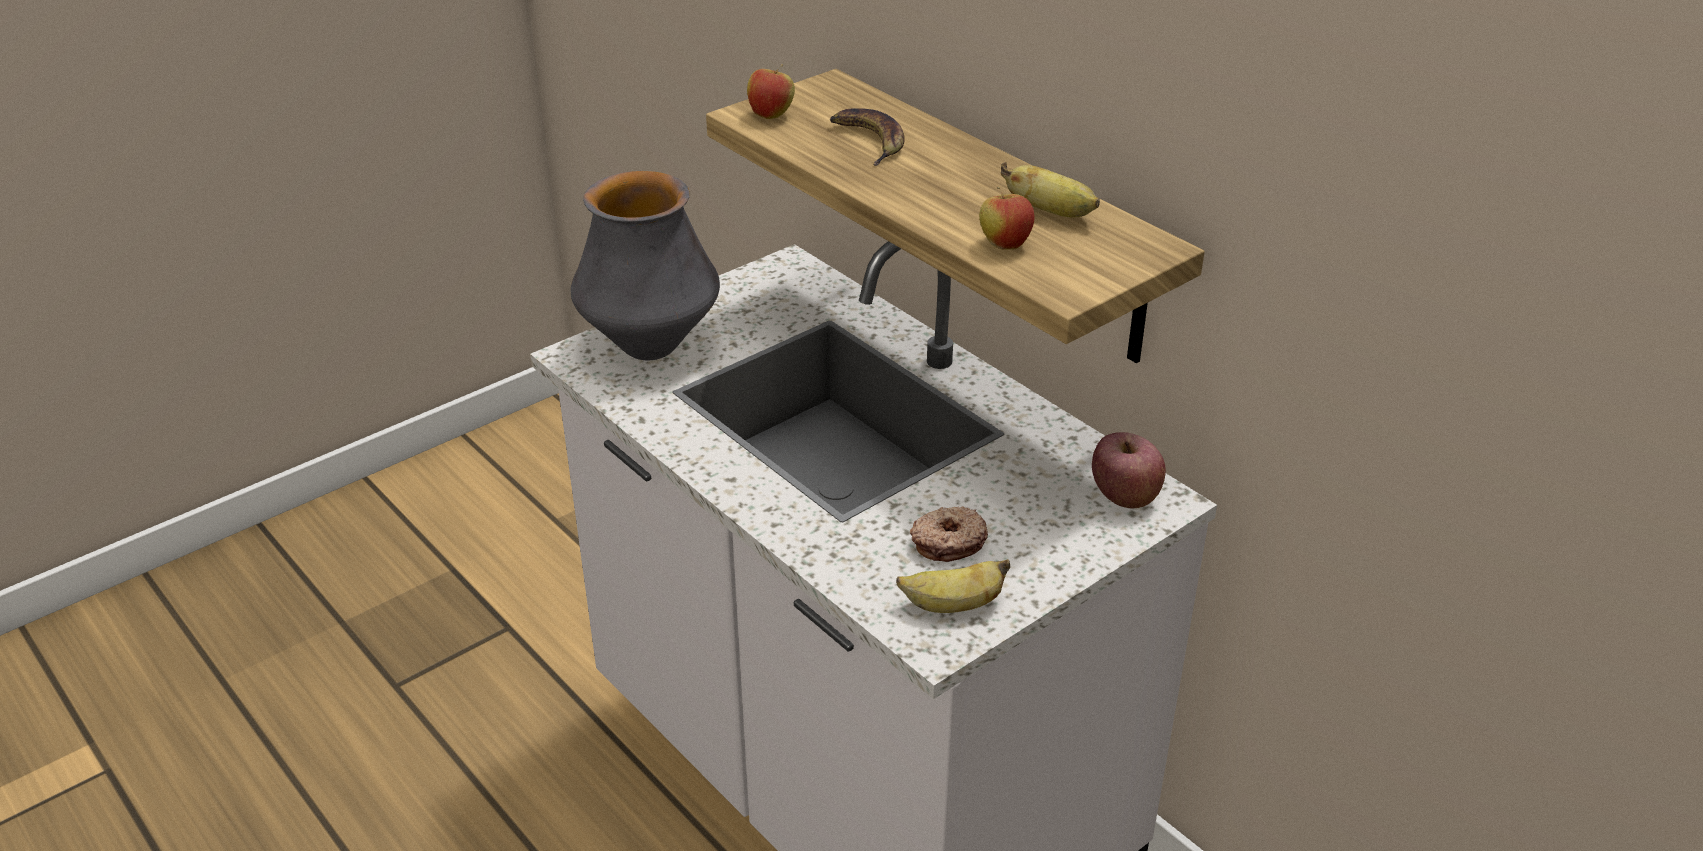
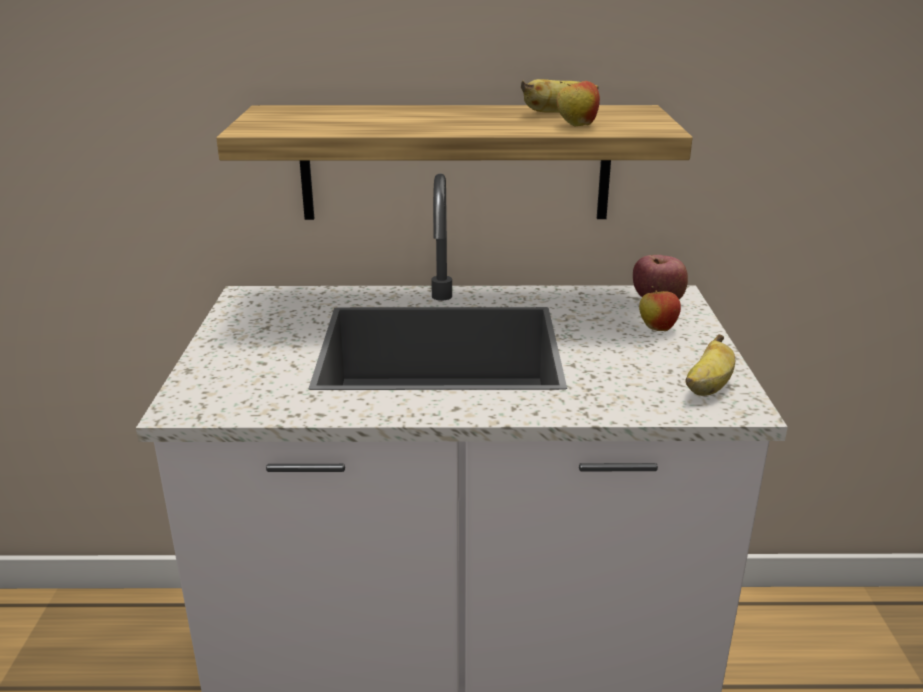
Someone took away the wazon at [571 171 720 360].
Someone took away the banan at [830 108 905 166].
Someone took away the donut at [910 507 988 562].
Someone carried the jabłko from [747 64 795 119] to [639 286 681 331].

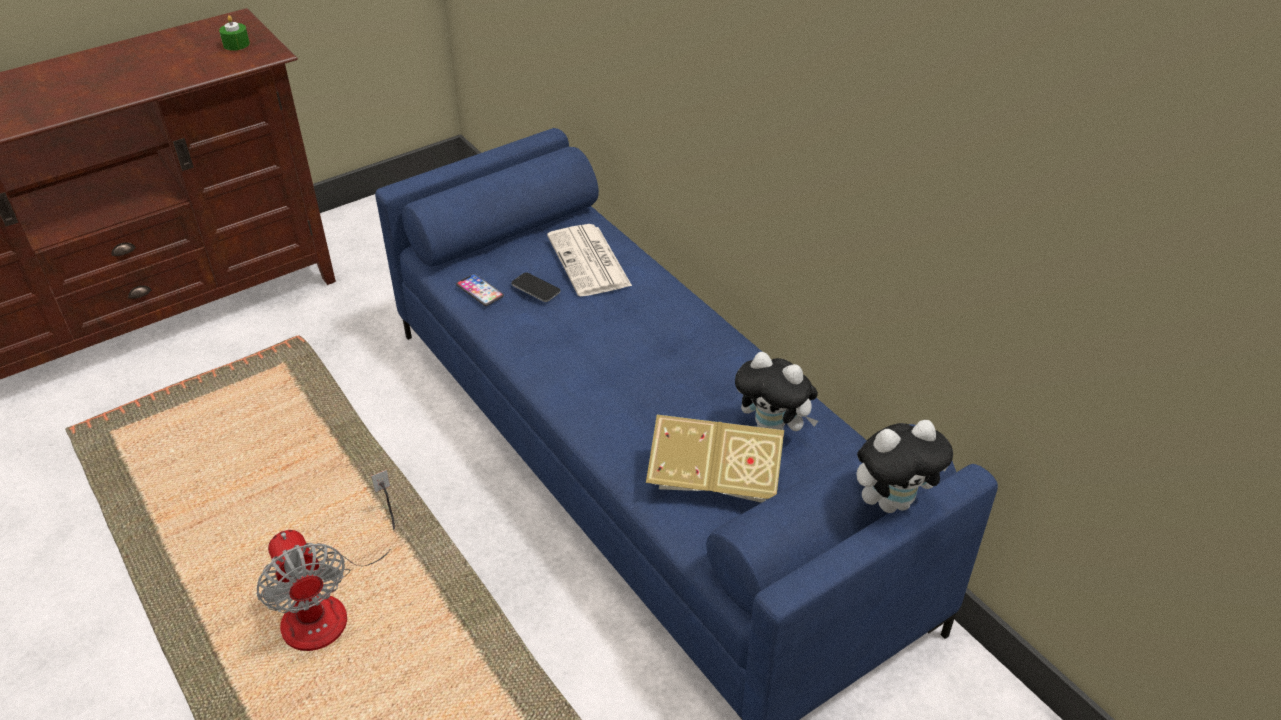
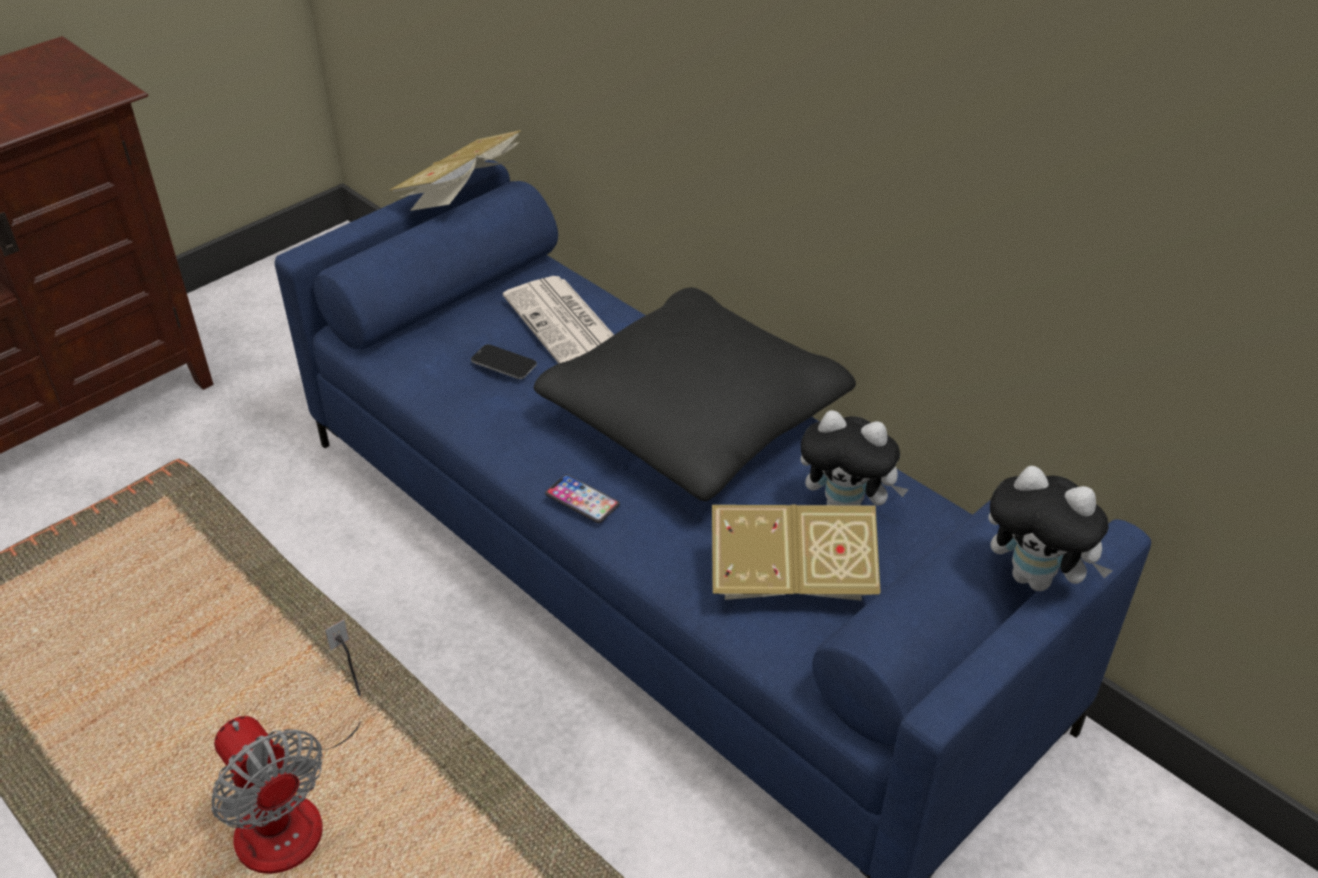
Someone took away the świeca/zielony at [219 15 250 51].
Someone put down the książka at [389 130 521 211].
Someone put down the poduszka/czarny at [534 287 856 501].
Someone carried the telefon from [456 274 504 306] to [545 474 620 523].
Someone rotated the pluszak at [856 420 953 513] by 60 degrees clockwise.

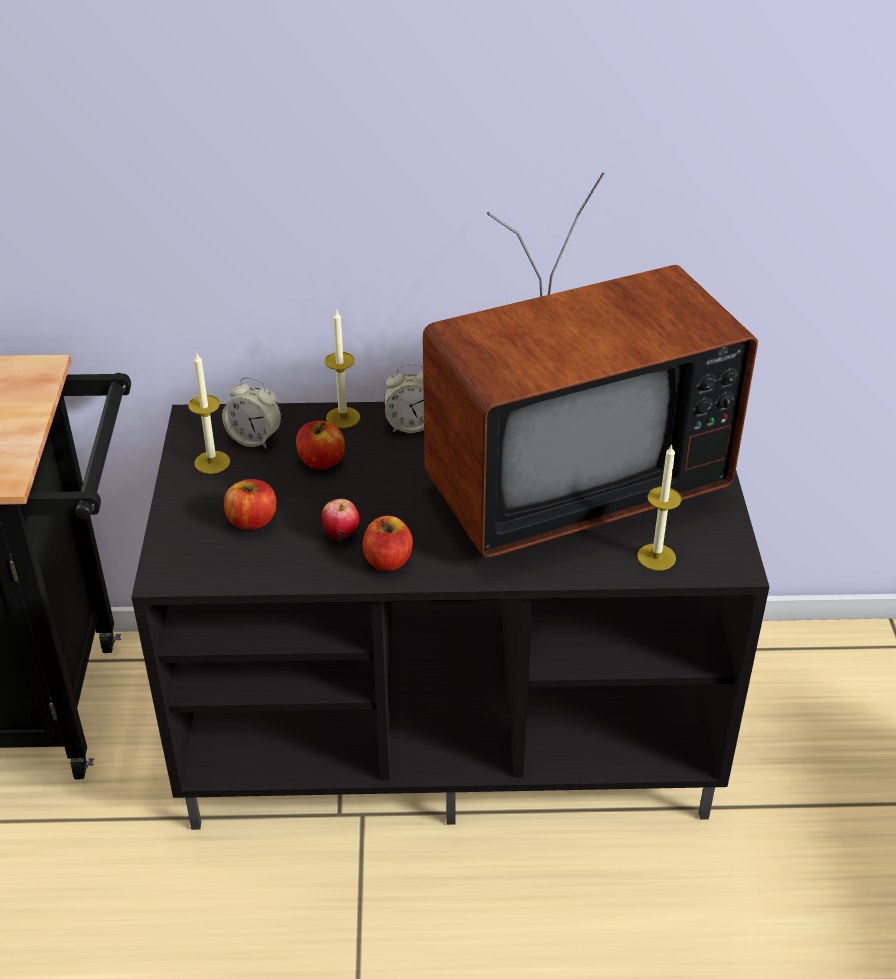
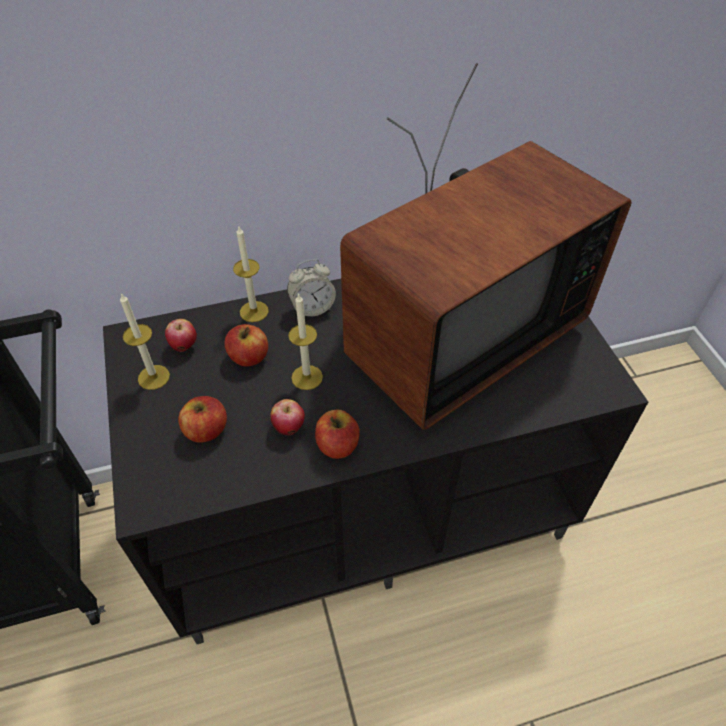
Someone carried the świeca from [637 444 682 570] to [288 293 323 390].
Someone swapped the budzik at [222 377 282 449] for the jabłko at [165 319 197 352].

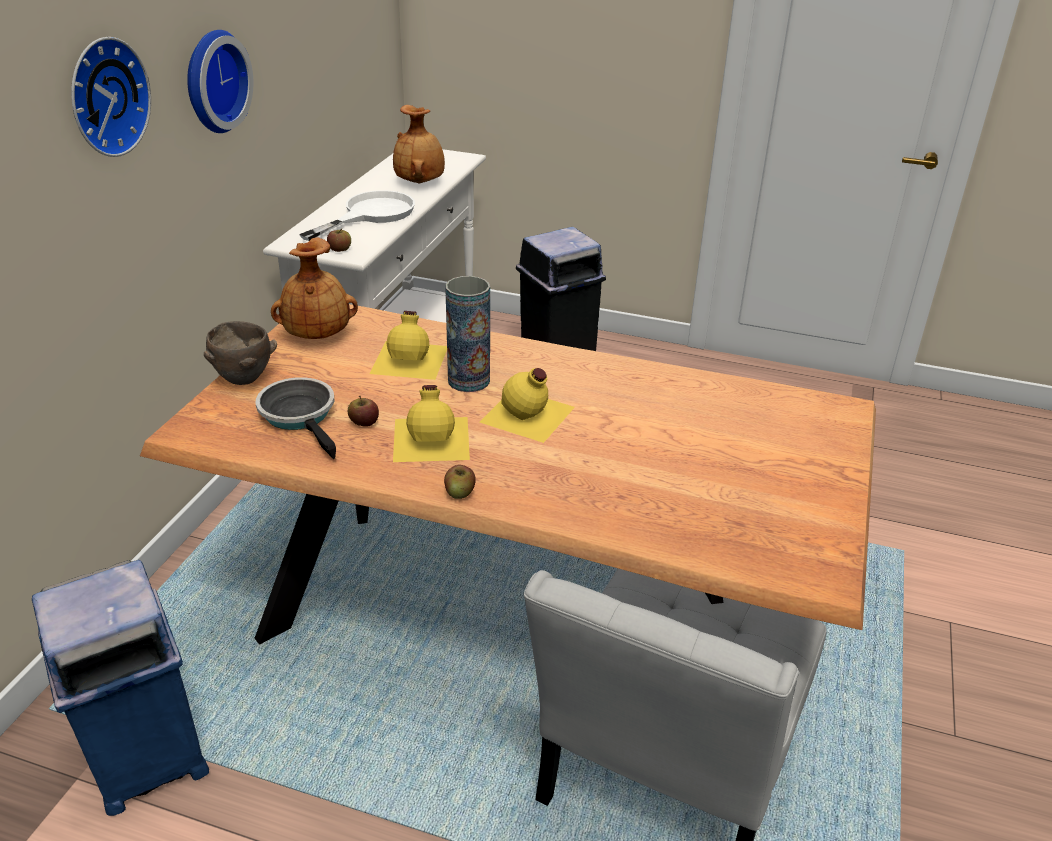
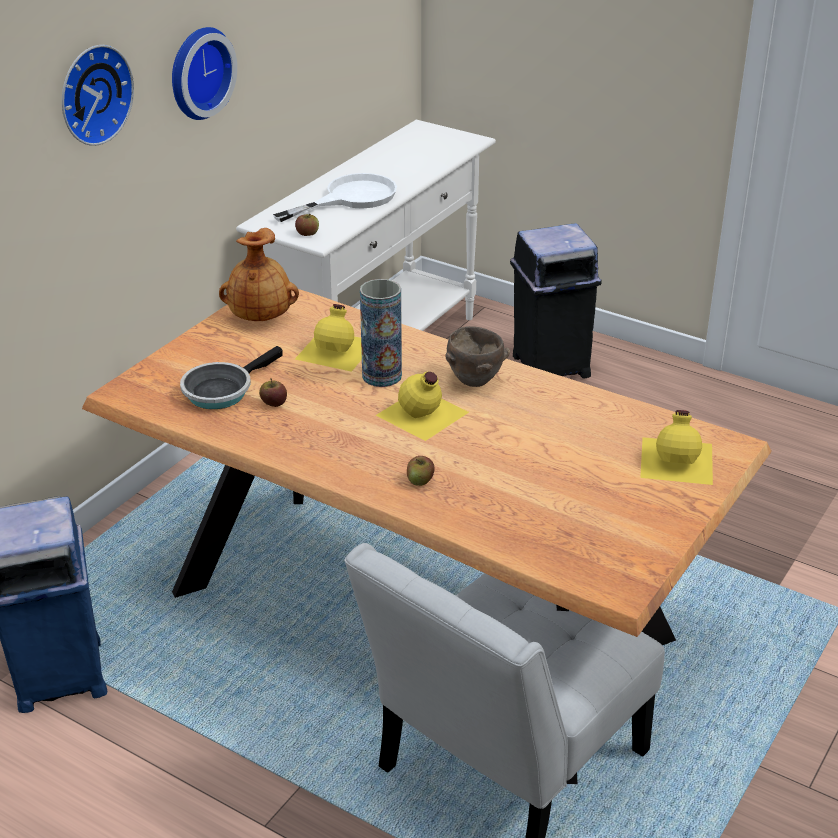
Someone took away the wazon/brązowy at [393 105 445 184].
Someone carried the miska/brązowy from [204 321 277 385] to [445 326 510 387].
Someone carried the butelka/żółty from [393 385 470 462] to [640 410 713 485].
Someone carried the jabłko from [444 465 476 499] to [407 456 435 486].
Someone rotated the patelnia at [255 377 336 459] by 120 degrees counterclockwise.

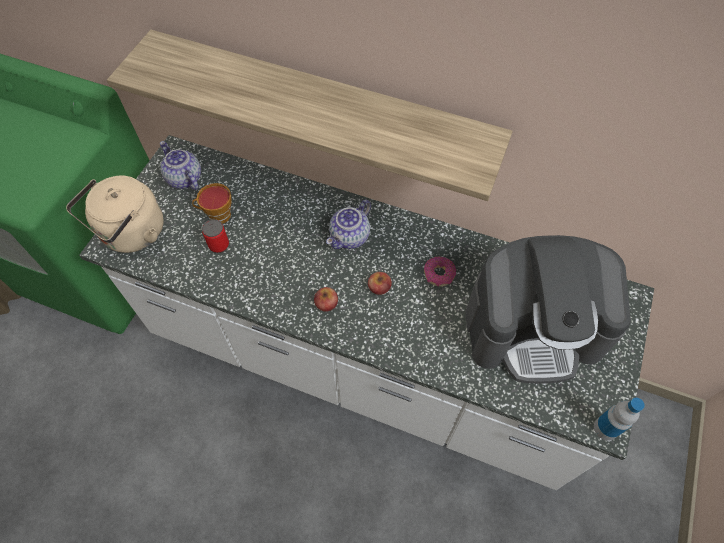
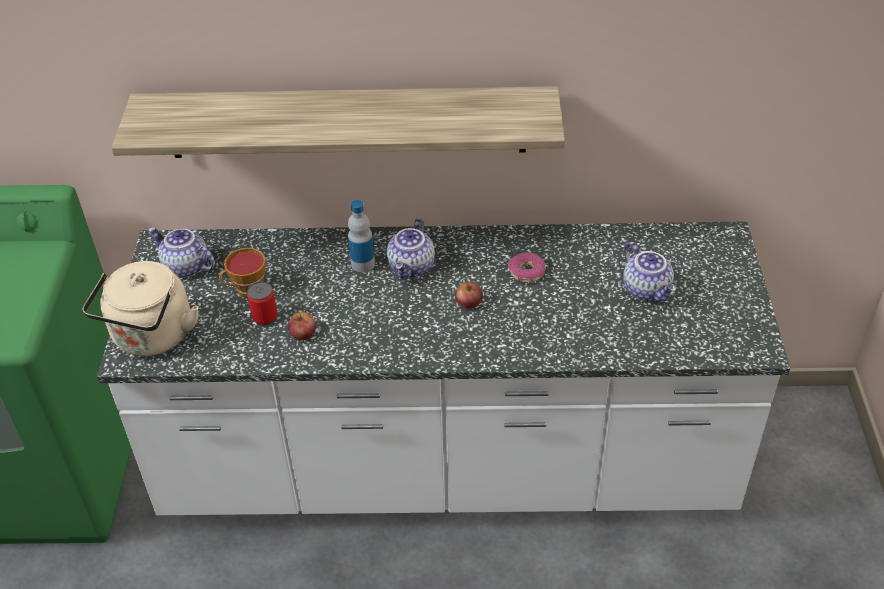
Someone carried the jabłko from [314 287 338 312] to [288 312 316 341].
Someone carried the butelka from [594 398 645 441] to [348 200 375 272].
Someone swapped the ekspres do kawy at [466 235 631 384] for the imbryk at [623 242 676 302].

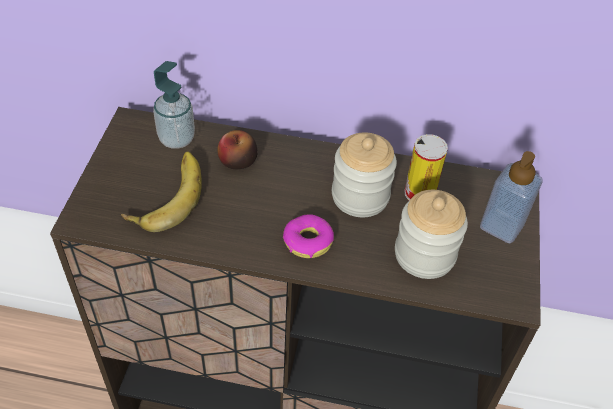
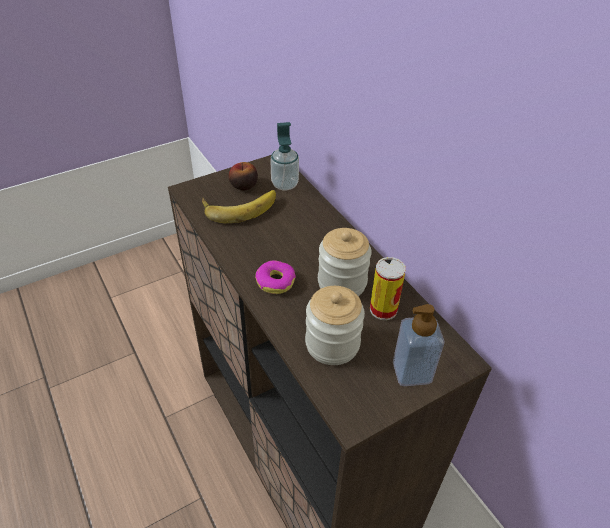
Someone carried the jabłko from [217 130 258 169] to [229 162 258 190].

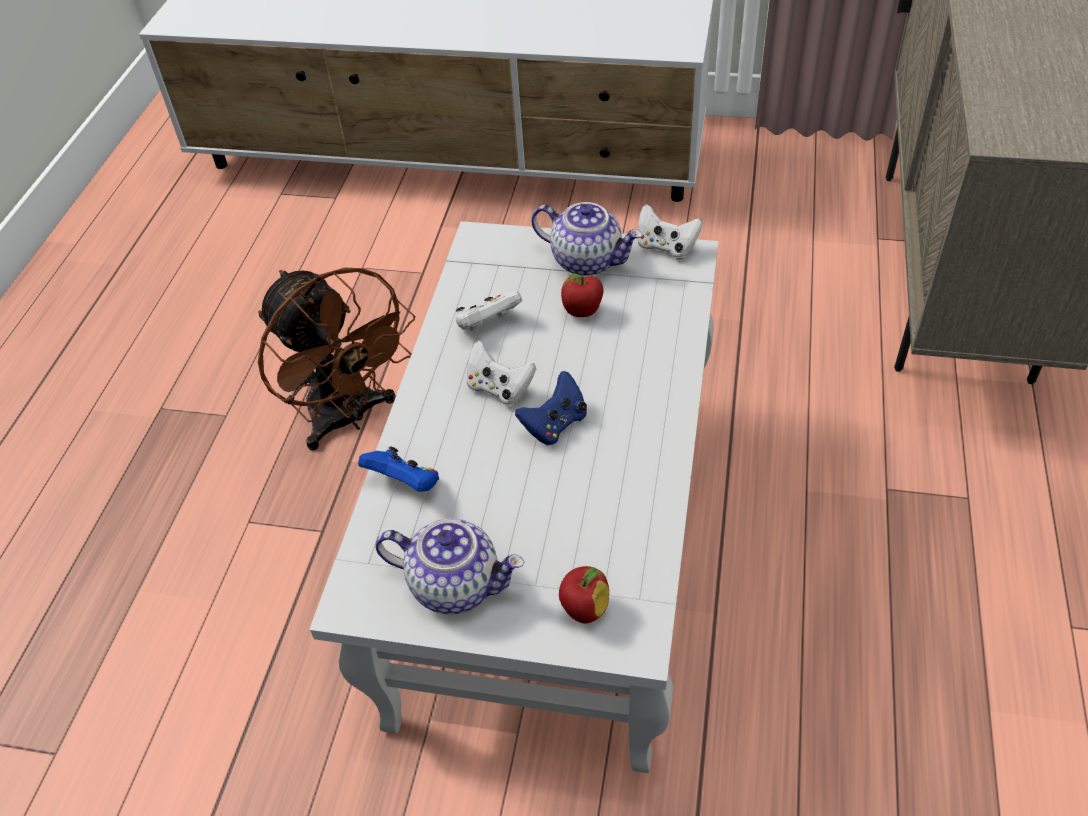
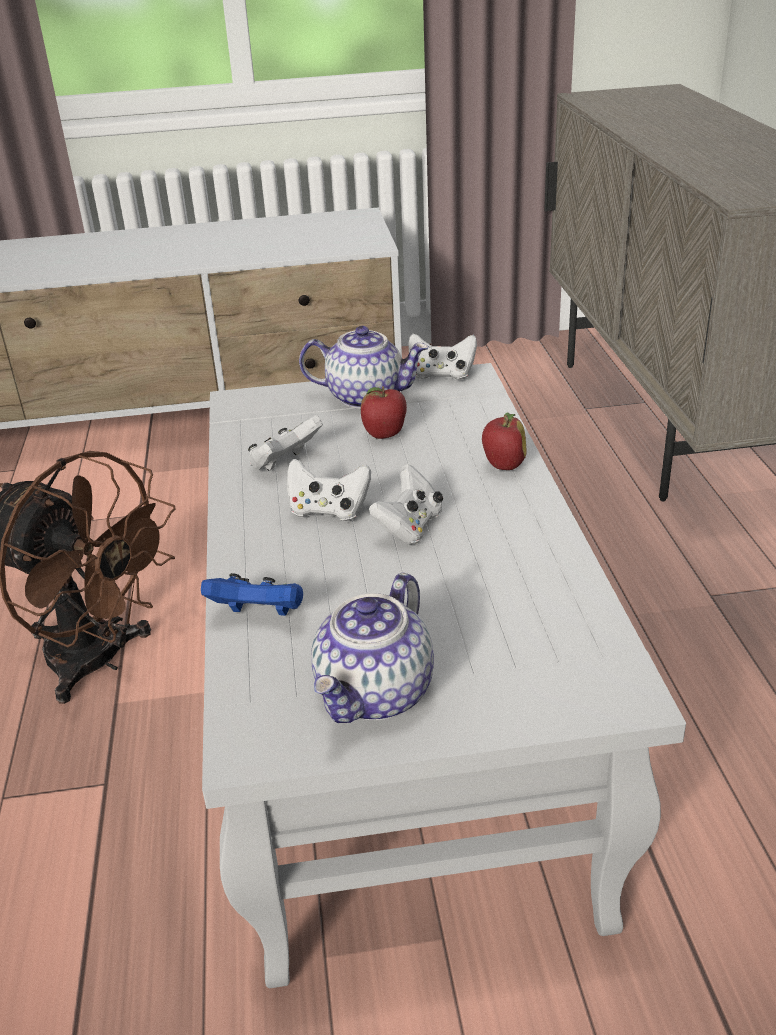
Someone carried the jabłko from [559 566 609 623] to [482 413 527 470].
Someone repainted the pad do gier/niebieski at [515 371 587 446], which became the pad do gier/biały at [369 464 443 545].
Someone rotated the imbryk at [375 519 525 614] by 120 degrees clockwise.

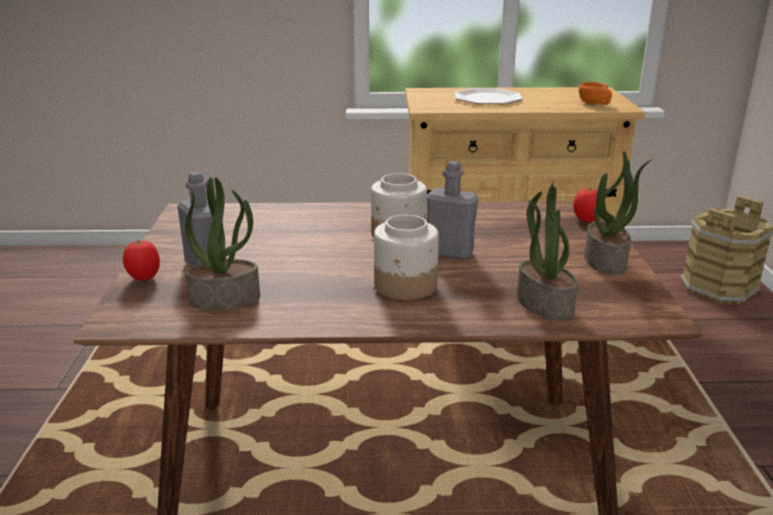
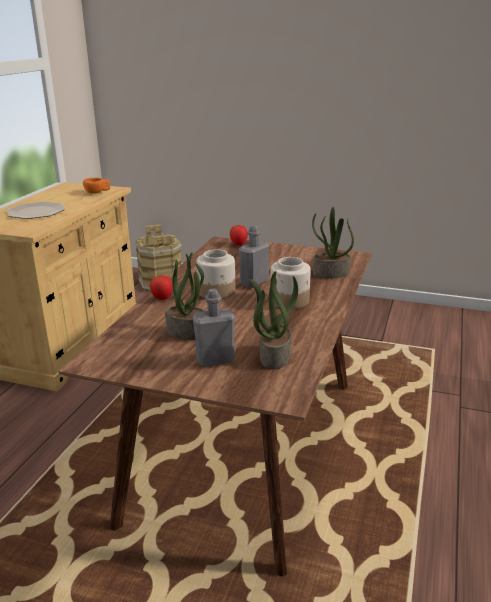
Someone carried the pomidor from [123 240 160 281] to [150 275 173 300].
Someone carried the roślina doniczkowa from [584 151 653 275] to [165 252 206 340].

